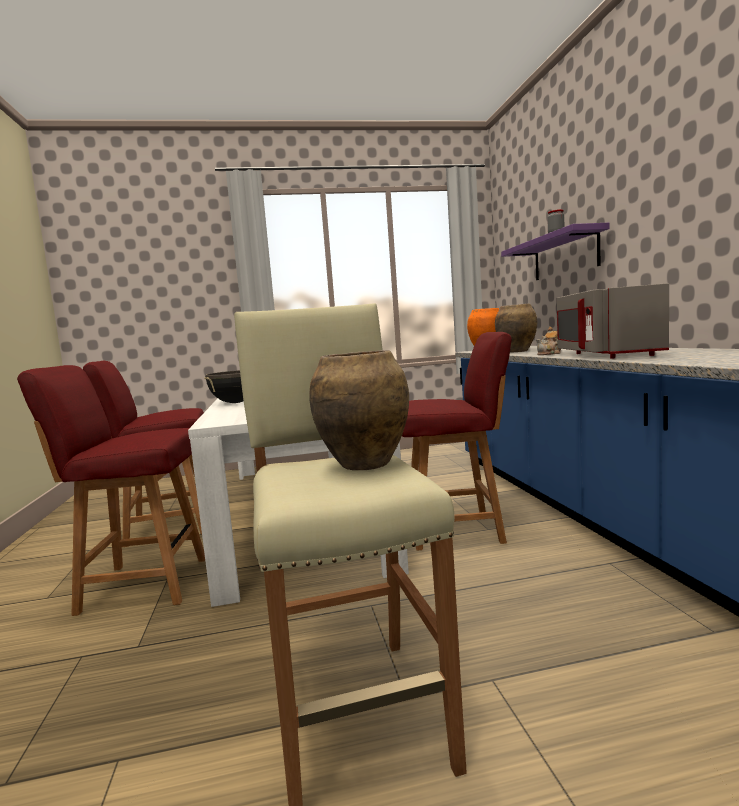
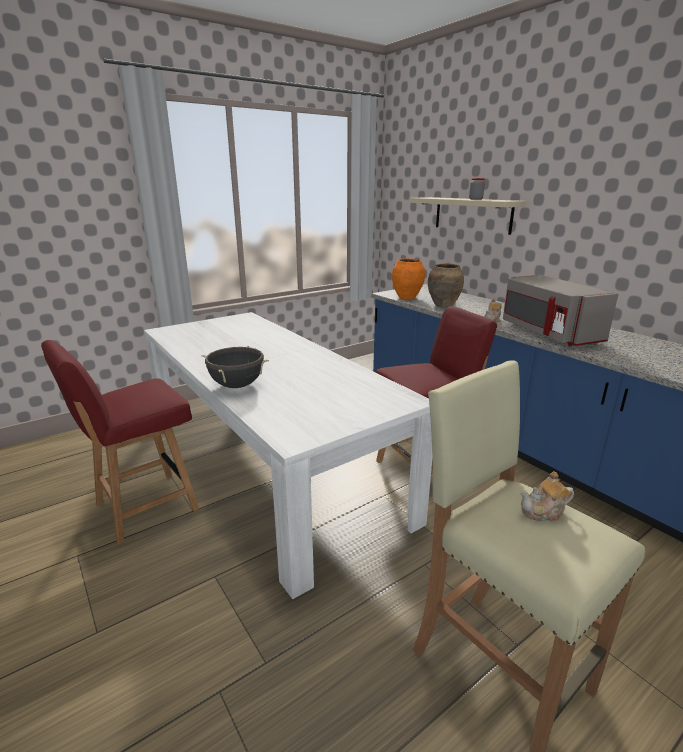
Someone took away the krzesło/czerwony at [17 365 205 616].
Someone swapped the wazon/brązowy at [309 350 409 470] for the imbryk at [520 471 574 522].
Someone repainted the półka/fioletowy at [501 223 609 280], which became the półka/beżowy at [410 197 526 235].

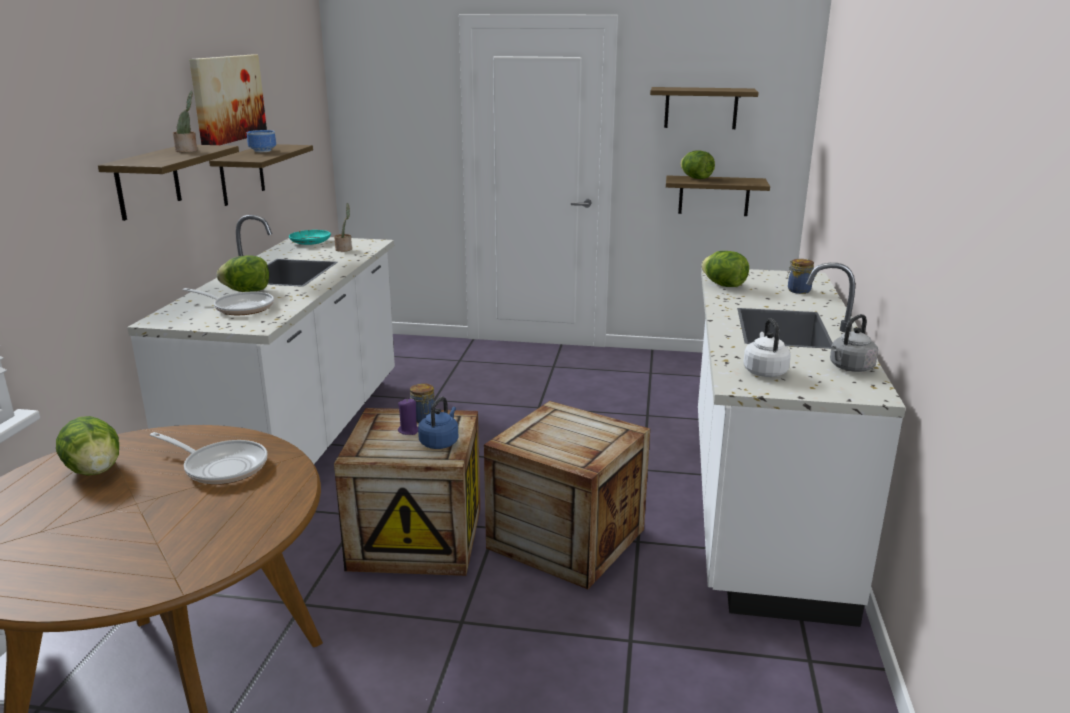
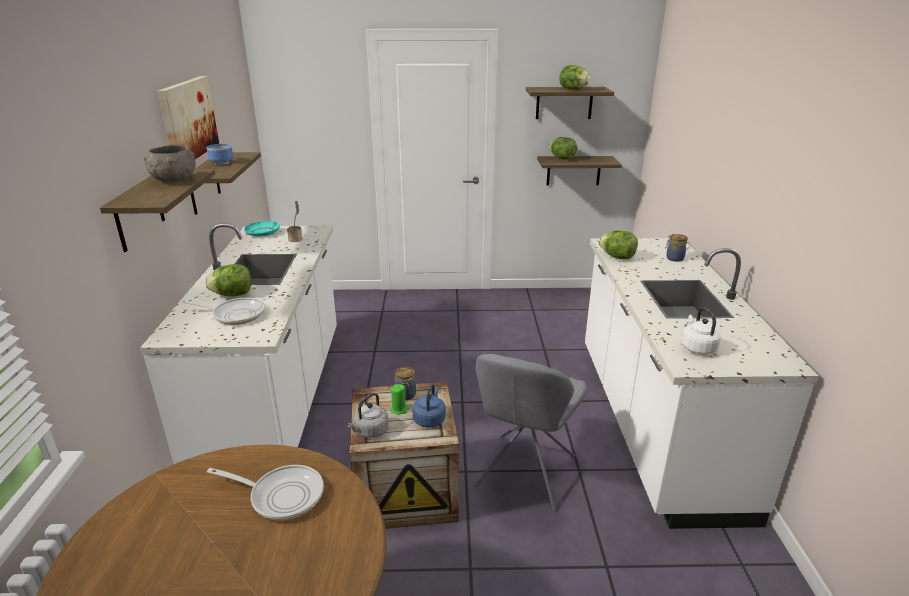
Someone carried the sałata from [56 416 119 476] to [559 65 591 90].
Someone carried the czajnik/szary from [830 314 878 372] to [347 393 388 438].
Someone swapped the roślina doniczkowa at [173 91 197 152] for the miska/szary at [144 145 196 182].
Someone swapped the skrzynka at [484 401 650 589] for the krzesło/szary at [474 354 587 512].
Someone repainted the świeca/fioletowy at [398 398 418 435], which became the świeca/zielony at [390 384 409 414].

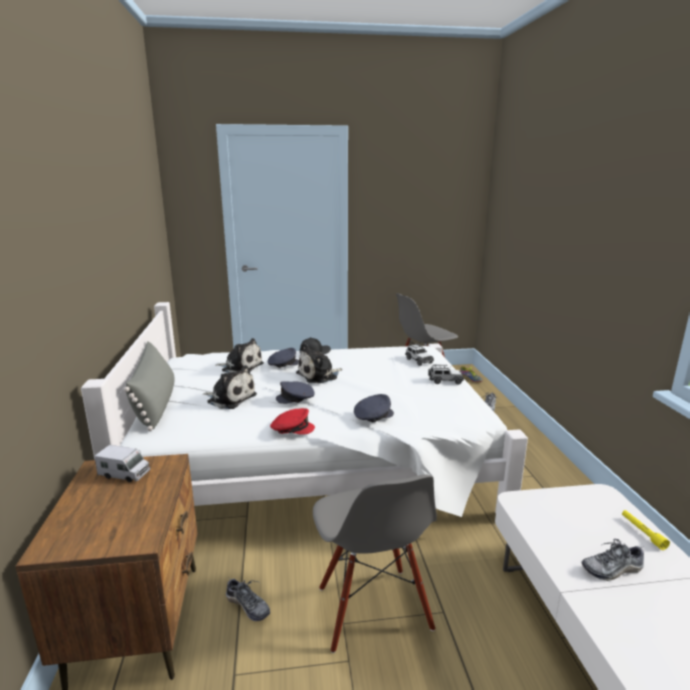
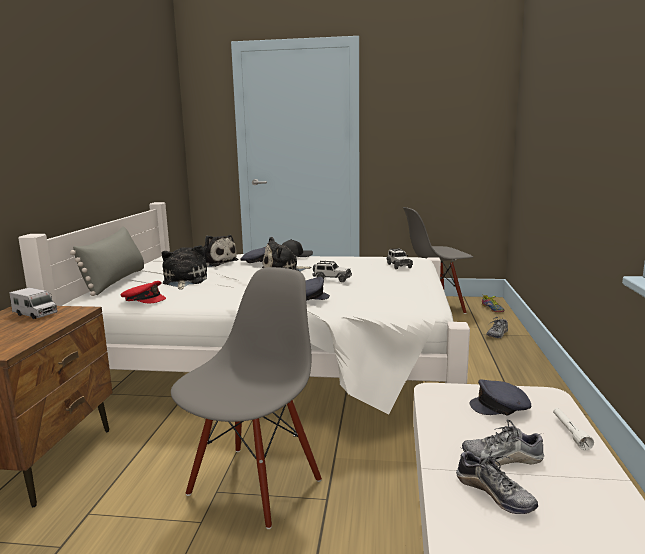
Someone carried the but from [226 579 270 621] to [456 448 538 514].
Someone carried the czapka z daszkiem/czerwony from [270 408 315 435] to [120 281 166 303].
Someone carried the czapka z daszkiem/szary from [276 381 315 404] to [470 380 531 415].
Someone carried the samochodzik from [428 365 464 385] to [313 261 352 282].
Someone repainted the latarka/żółty at [622 510 670 550], which became the latarka/biały at [553 408 594 450].
Someone rotated the pluszak at [203 365 257 409] by 135 degrees counterclockwise.
Someone rotated the krzesło/szary at [313 474 437 653] by 150 degrees counterclockwise.

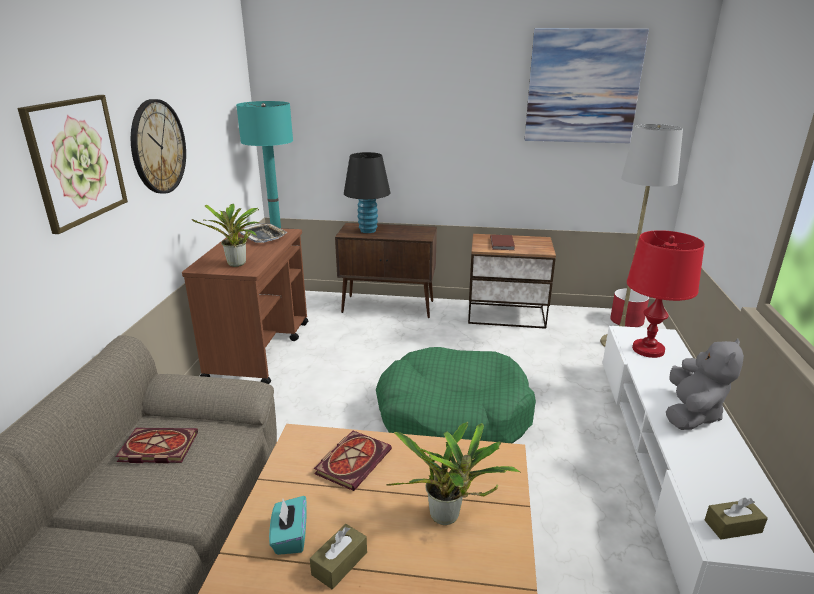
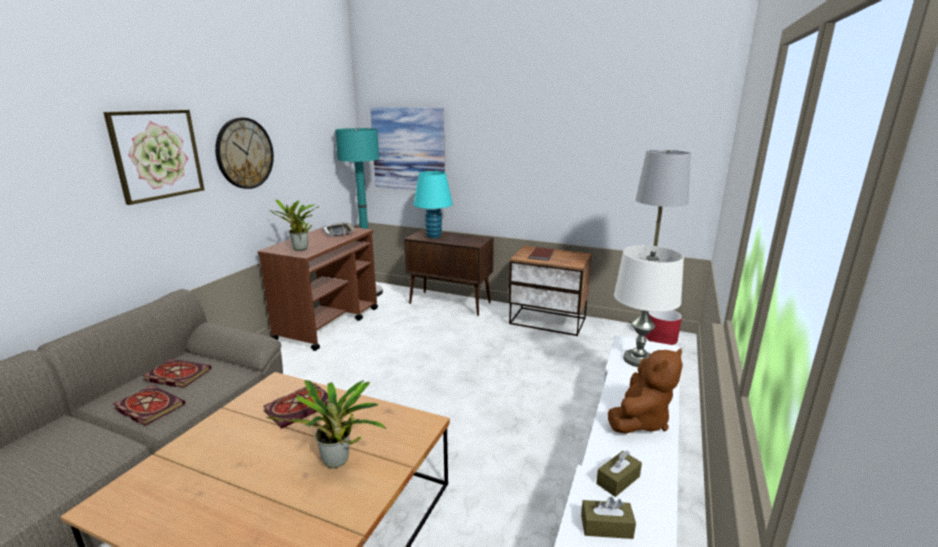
Someone took away the pudełko chusteczek/turkusowy at [269 496 307 555].
Someone took away the legowisko/zielony at [376 347 536 443].
Someone put down the książka at [113 385 185 426].
Someone carried the pudełko chusteczek/brązowy from [310 524 367 589] to [596 450 642 497].
Someone carried the obraz from [525 29 649 143] to [370 107 445 190].
Someone repainted the lampa stołowa/czarny at [344 152 390 233], which became the lampa stołowa/turkusowy at [414 171 453 238].
Someone repainted the lampa stołowa/czerwony at [627 230 705 358], which became the lampa stołowa/biały at [614 245 684 367].
Someone repainted the pluszak/szary at [666 338 744 430], which became the pluszak/brązowy at [608 348 683 434].

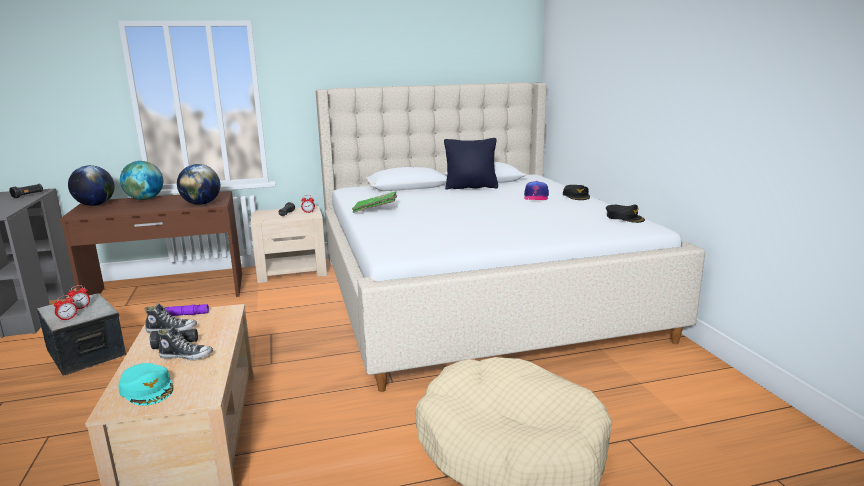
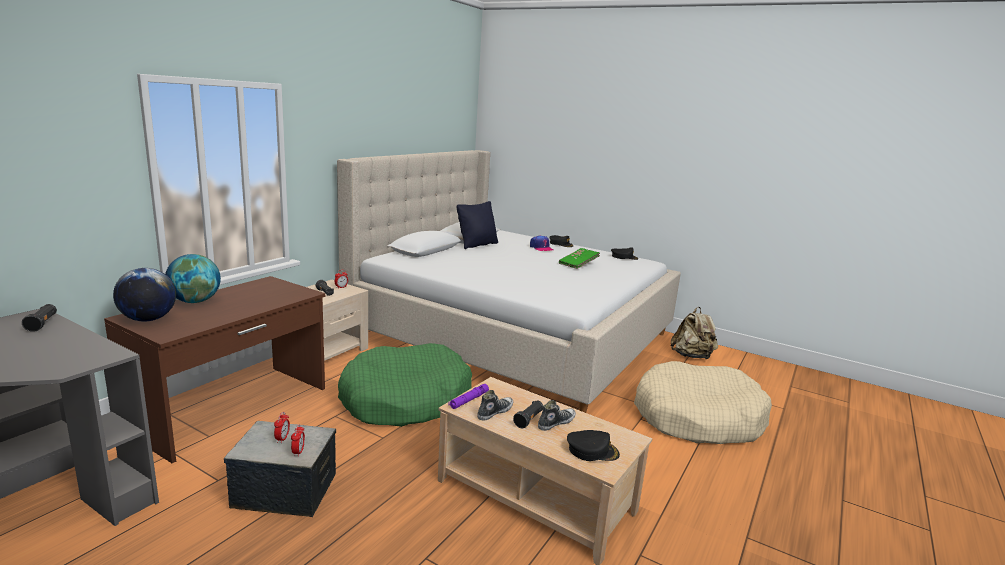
Someone took away the globus at [177 164 220 205].
Someone put down the legowisko/zielony at [338 343 472 427].
Someone put down the plecak/beżowy at [671 307 718 359].
Someone carried the książka/zielony from [352 191 397 213] to [559 248 600 269].
Someone repainted the czapka z daszkiem/turkusowy at [118 363 174 406], which became the czapka z daszkiem/czarny at [567 430 620 461].

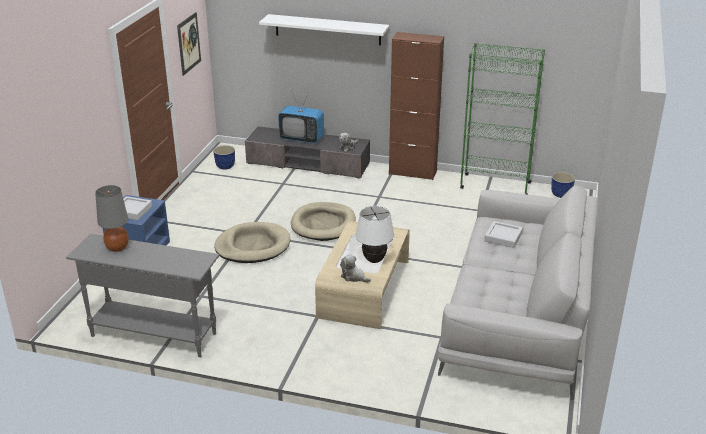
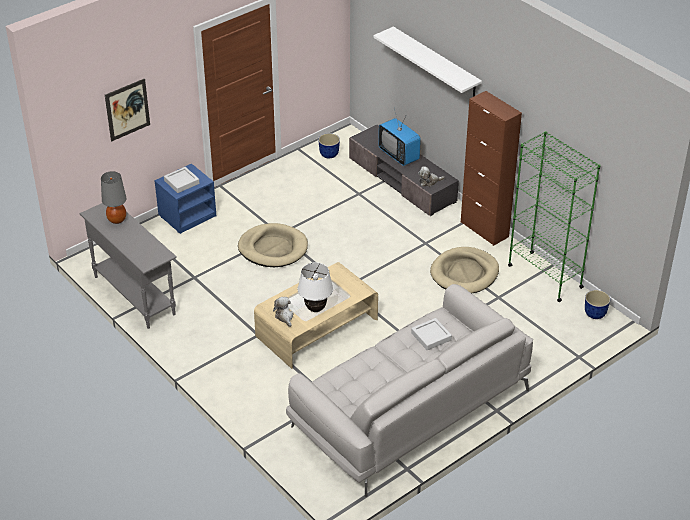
Someone carried the obraz from [177 12 201 76] to [105 79 150 141].
Someone carried the legowisko/beżowy from [291 202 356 241] to [430 247 499 293].

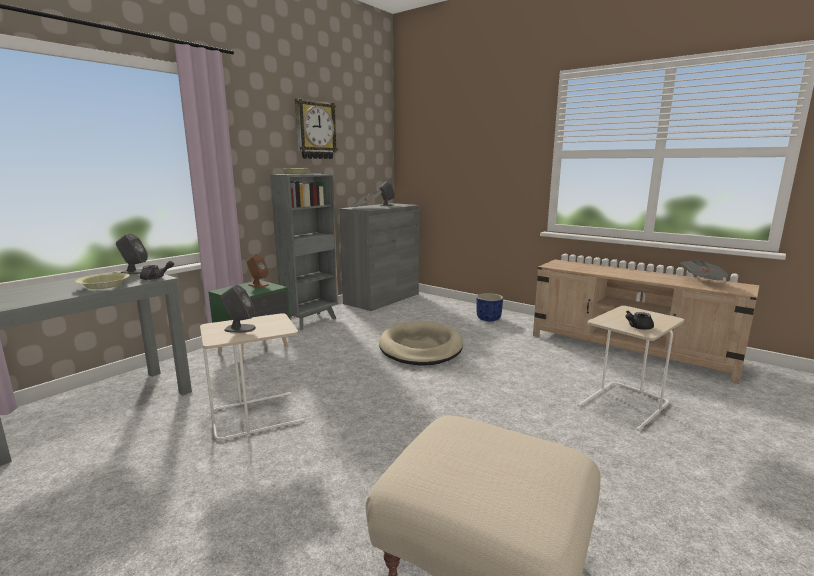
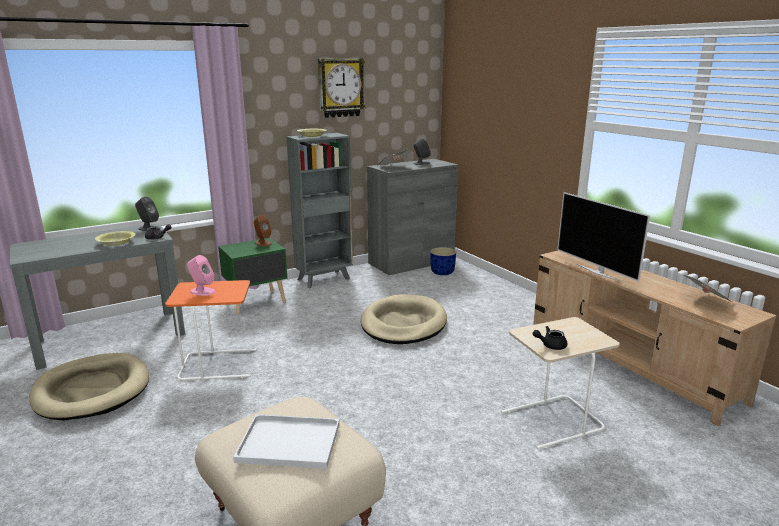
Someone put down the legowisko/beżowy at [29 353 149 420].
Someone put down the taca/biały at [233 414 340 469].
Someone put down the telewizor at [557 192 650 282].
Someone carried the donica/niebieski from [476 293 503 321] to [430 247 456 275].
Someone repainted the stolik/beżowy at [200 313 305 442], which became the stolik/pomarańczowy at [165 280 257 381].
Someone repainted the głośnik/szary at [220 285 256 333], which became the głośnik/różowy at [187 255 215 296].

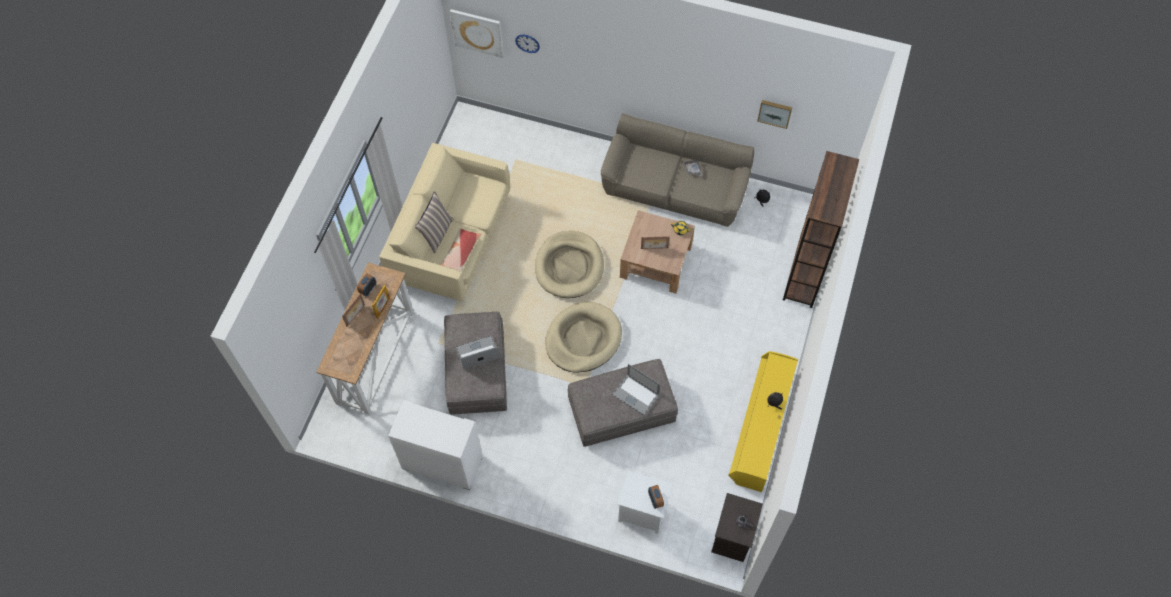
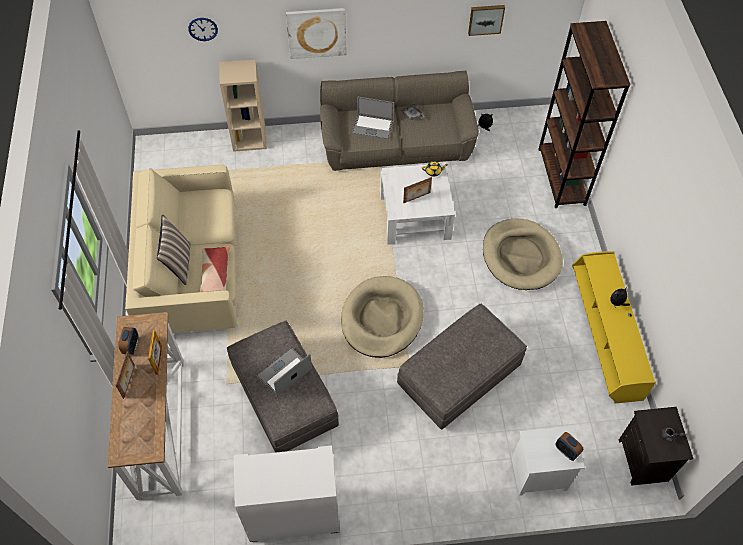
Someone put down the regał/beżowy at [219 59 267 152].
Someone carried the obraz from [450 9 504 58] to [286 8 347 59].
Someone carried the legowisko/beżowy from [535 231 604 298] to [483 218 563 290].
Someone carried the laptop from [612 364 660 416] to [352 96 394 140].
Someone repainted the ława/brązowy at [620 210 695 294], which became the ława/biały at [380 163 455 245].

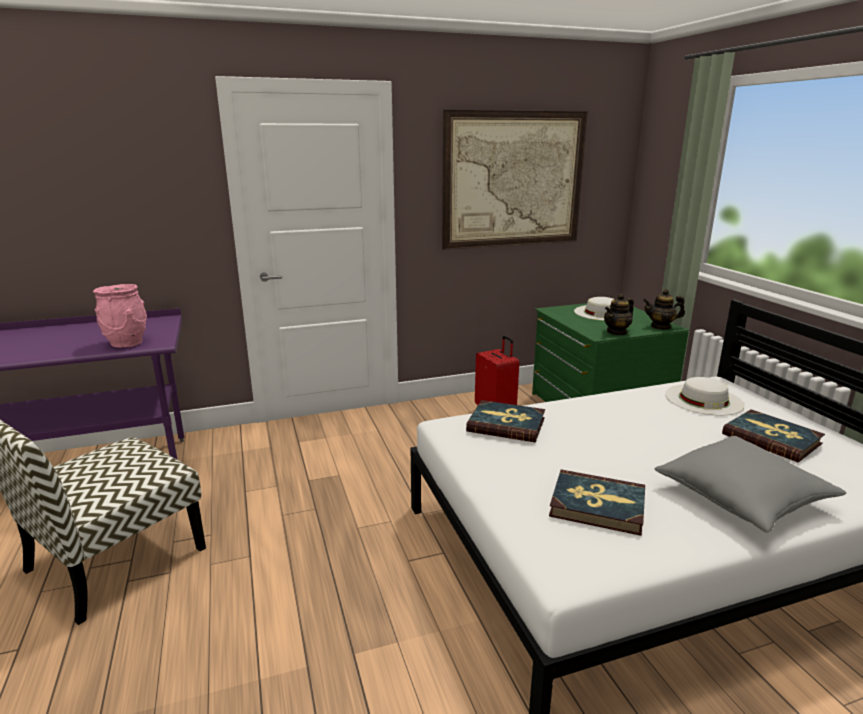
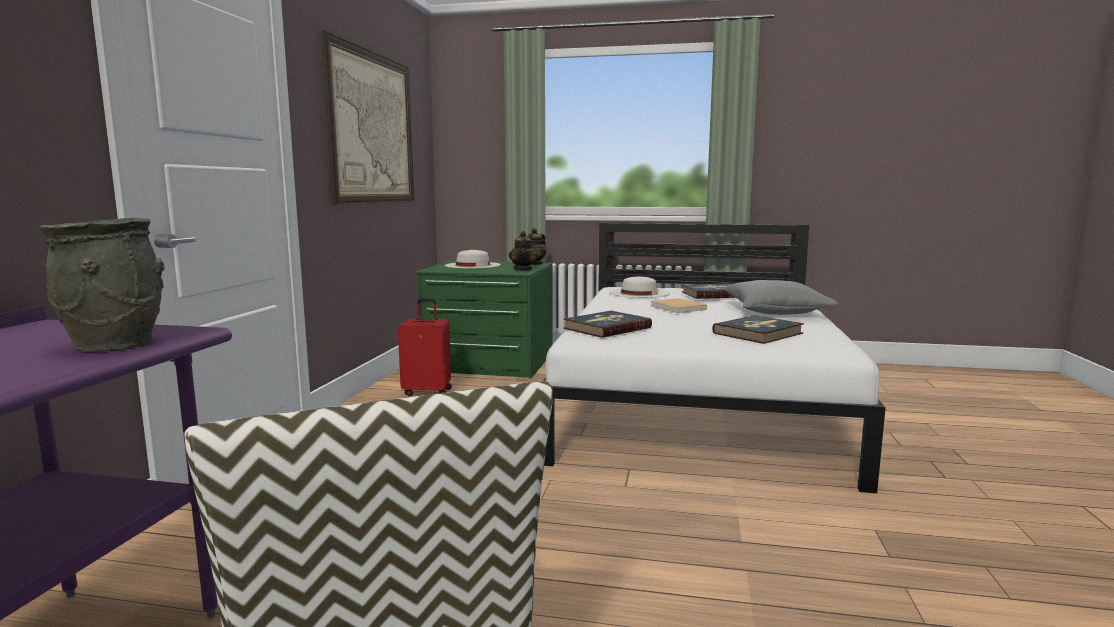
Someone put down the książka/beżowy at [650 298 707 313].
Someone repainted the wazon/różowy at [93 284 147 348], which became the wazon/szary at [40 218 165 351].

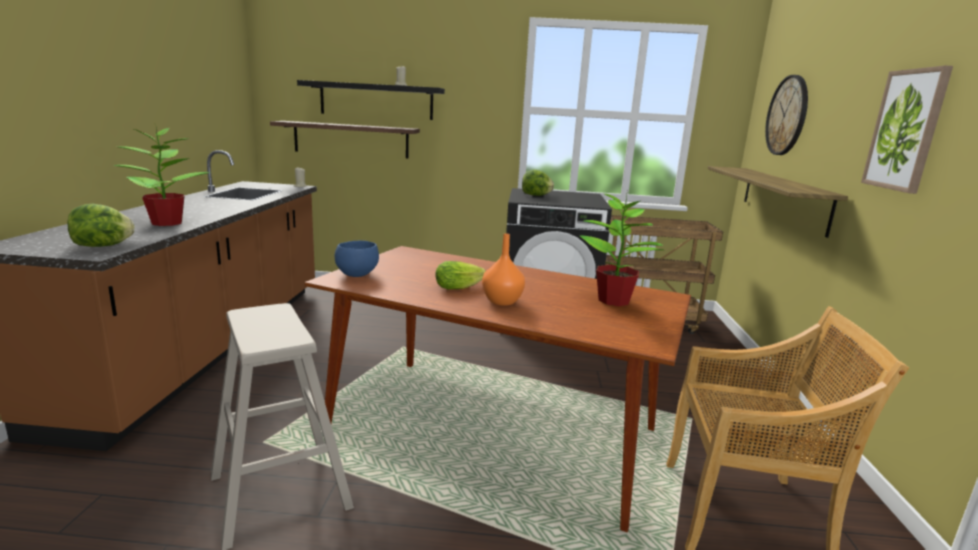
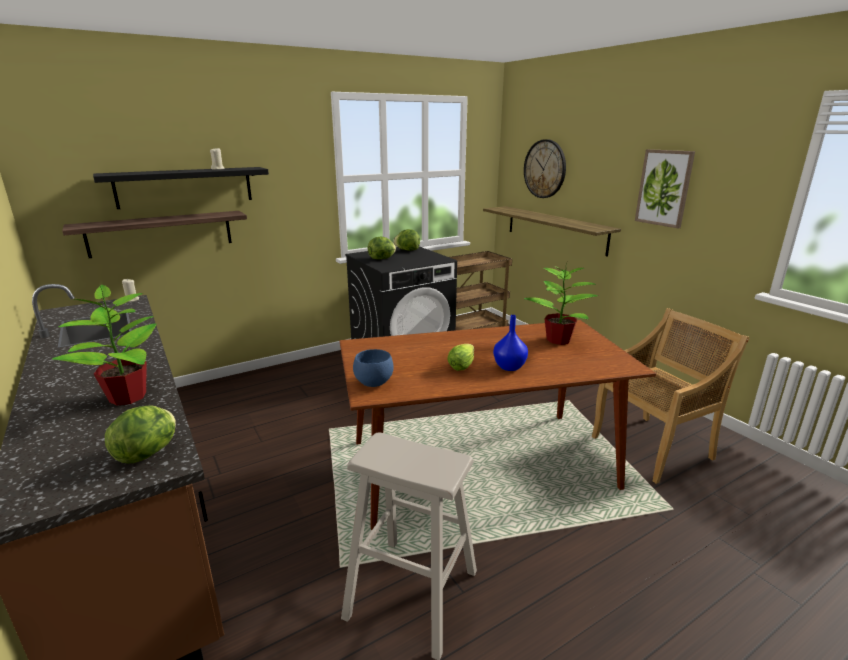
Someone put down the sałata at [393 229 420 251].
Someone repainted the wazon/pomarańczowy at [482 233 525 306], which became the wazon/niebieski at [493 315 528 371].

